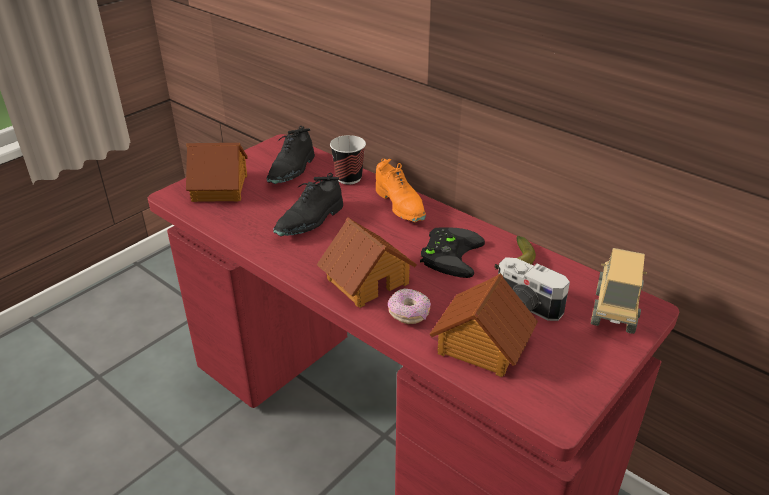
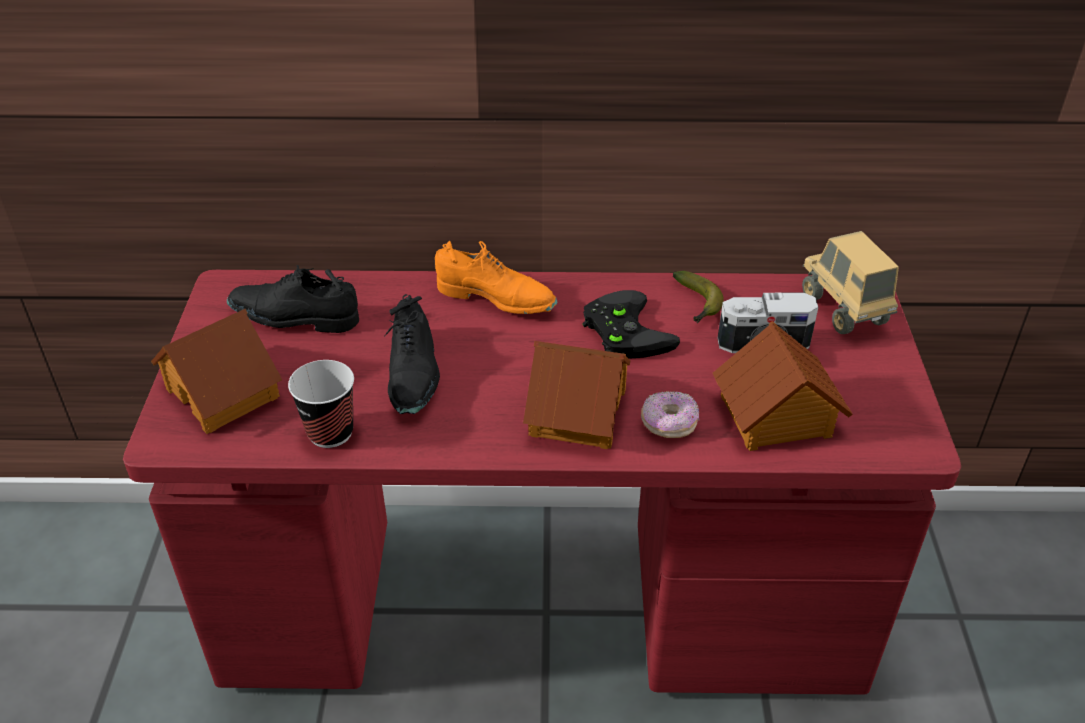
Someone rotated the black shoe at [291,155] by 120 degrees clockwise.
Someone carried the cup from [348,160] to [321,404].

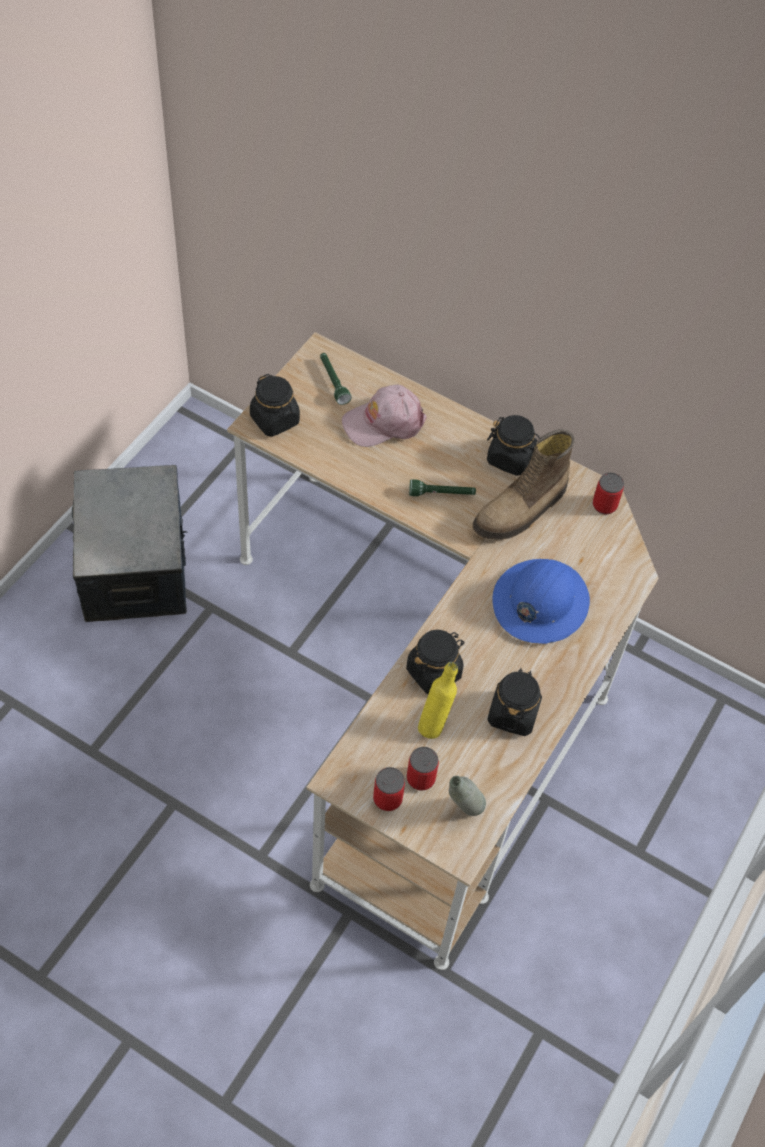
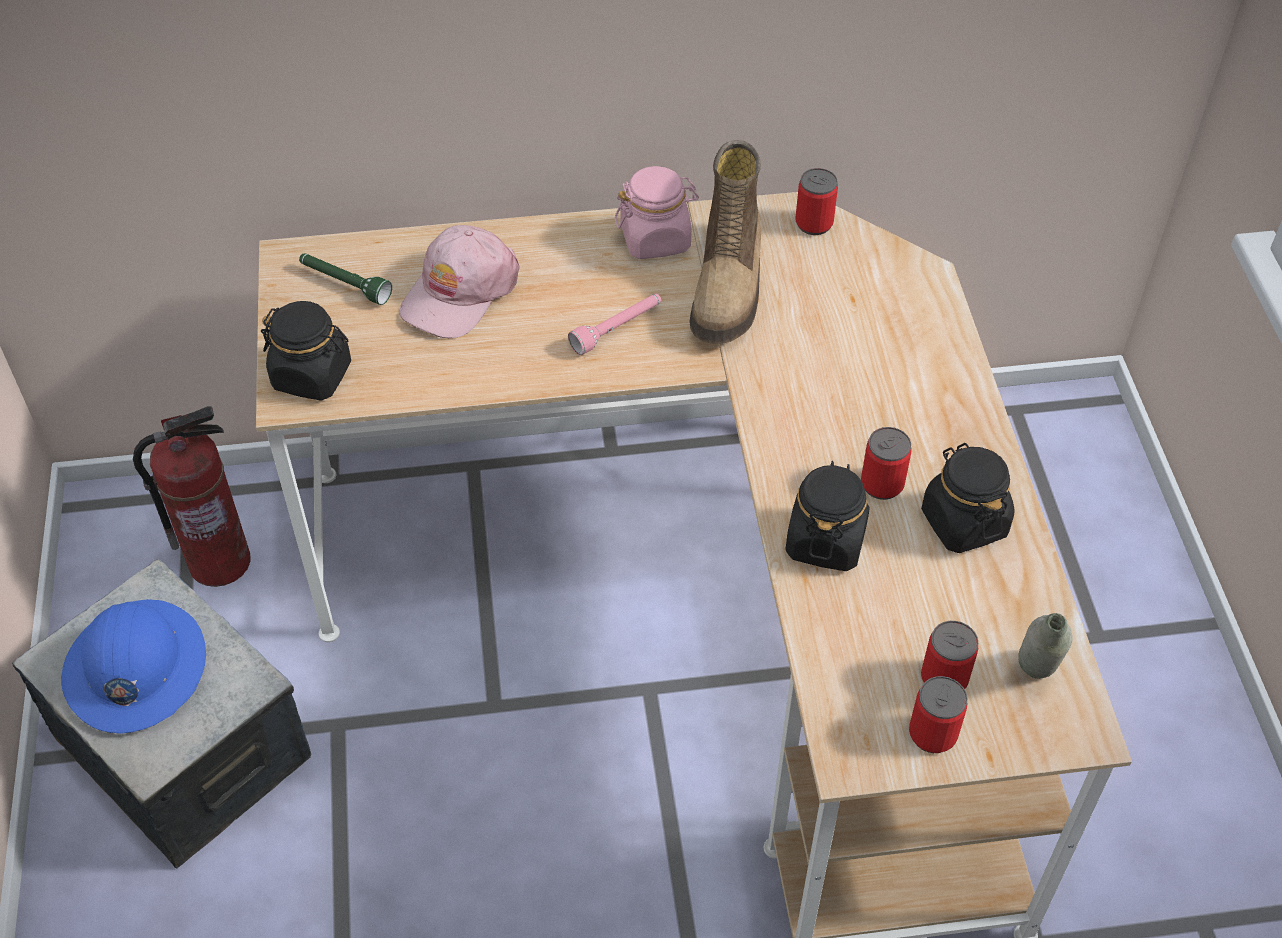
Someone carried the blue hard hat from [541,601] to [133,666].
Someone put down the fire extinguisher at [191,496].
Someone repainted the green flashlight at [442,487], which became the pink flashlight at [614,324].
Someone repainted the black jar at [513,445], which became the pink jar at [657,212].
Someone put down the can at [886,463].
Someone took away the yellow bottle at [438,700].

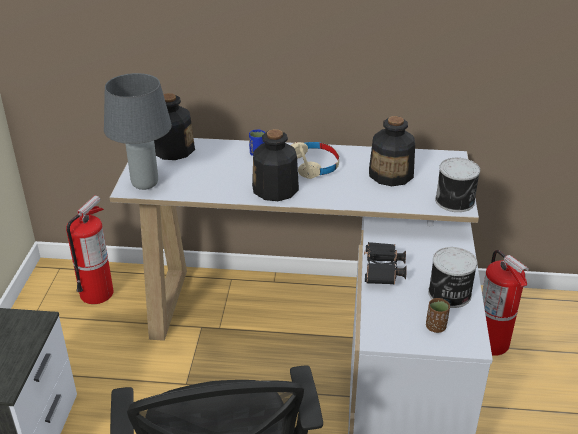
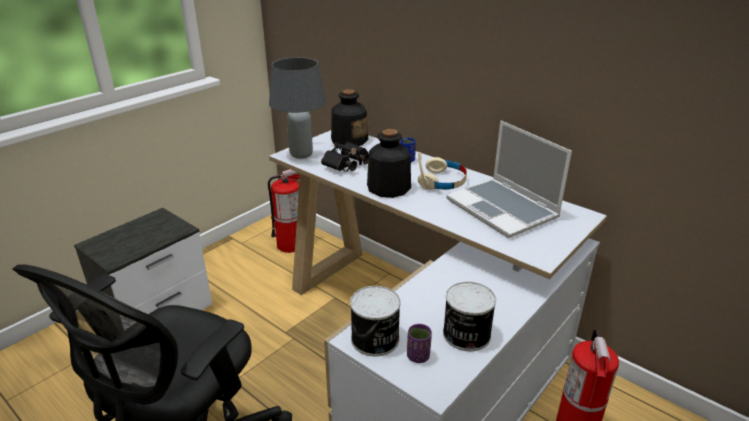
Someone carried the black binoculars from [385,263] to [345,156].
Someone carried the can from [457,185] to [375,321].
Someone repainted the brown cup at [438,315], which became the purple cup at [419,343].
Someone swapped the bottle at [392,151] for the laptop at [509,179].

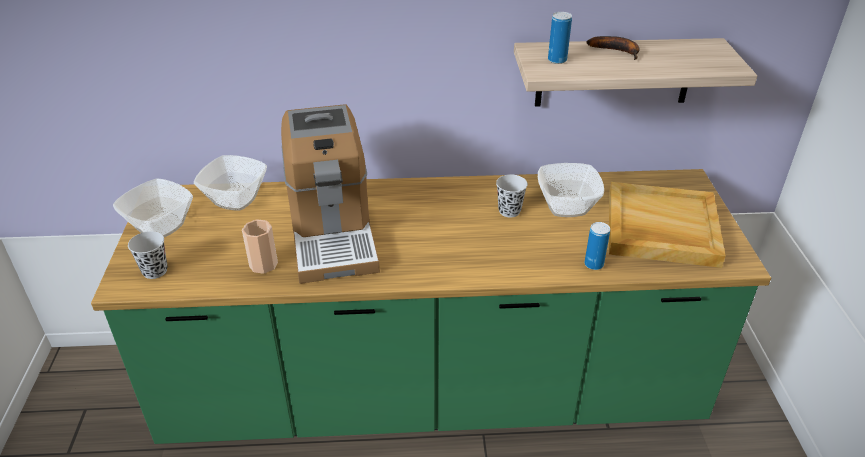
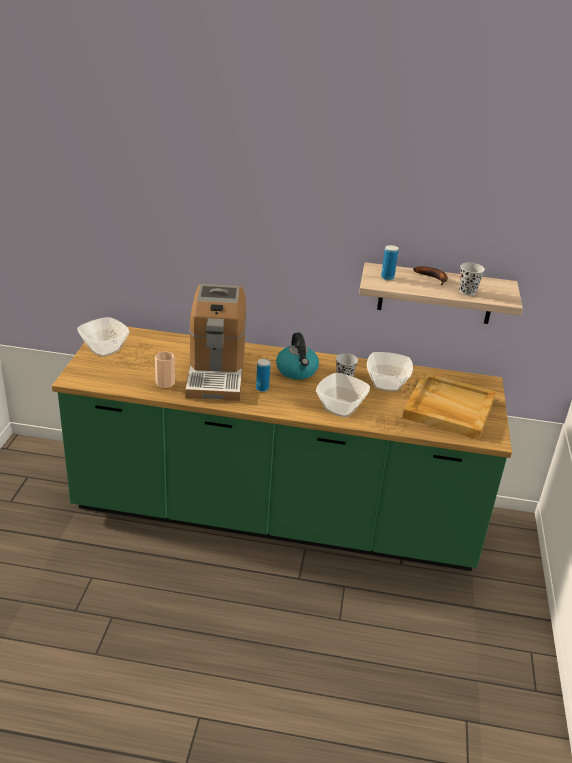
Someone carried the can from [597,246] to [263,375].
Someone put down the kettle at [297,356].
Someone carried the bowl from [230,183] to [343,395].
Someone carried the black cup from [148,255] to [472,279].

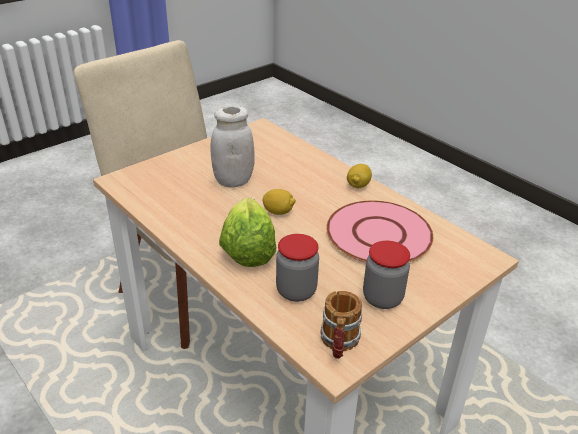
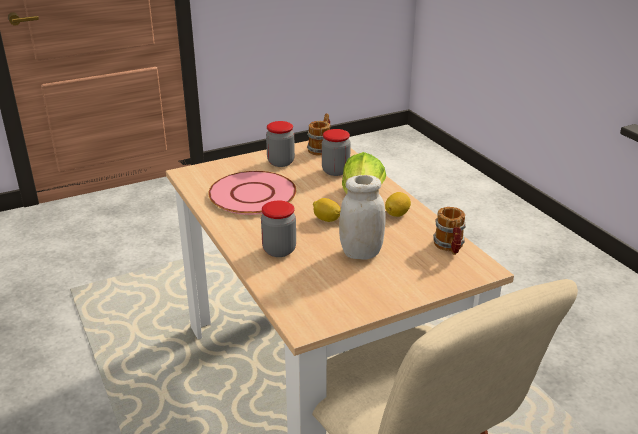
Someone put down the jar at [278,229].
Someone carried the lemon from [359,176] to [398,204].
Someone put down the mug at [449,231].

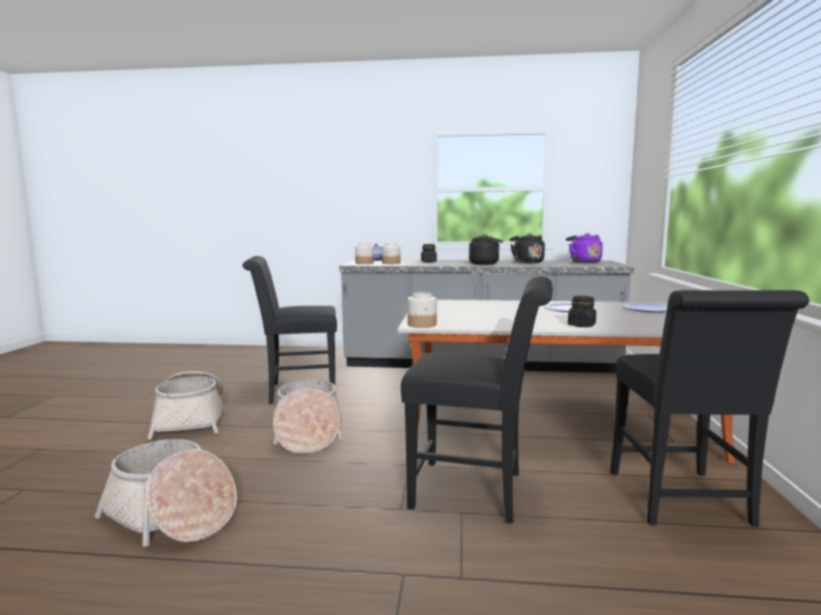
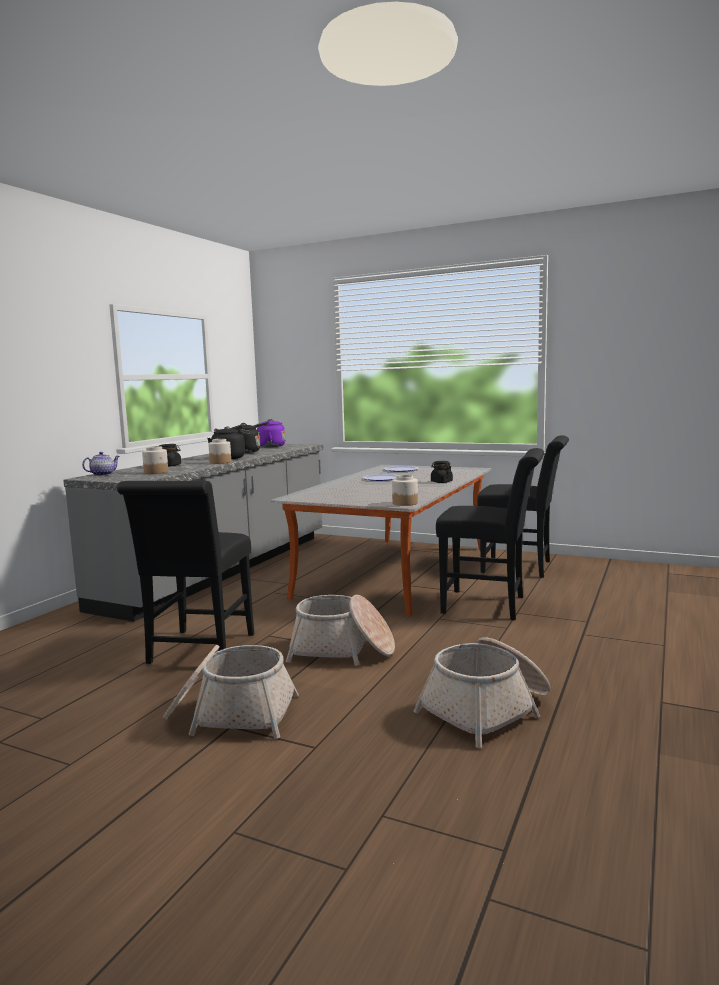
Someone carried the jar from [364,253] to [219,451].
Someone rotated the black chair at [477,400] by 75 degrees clockwise.

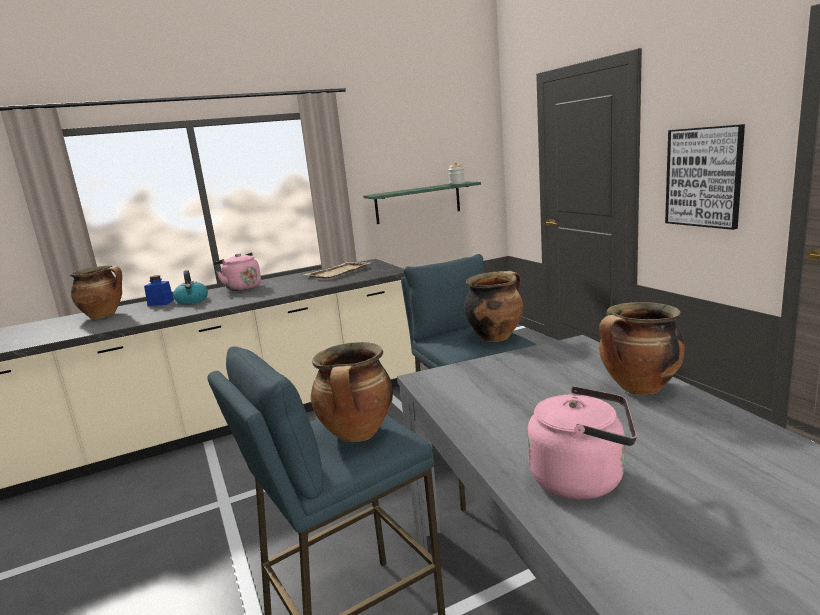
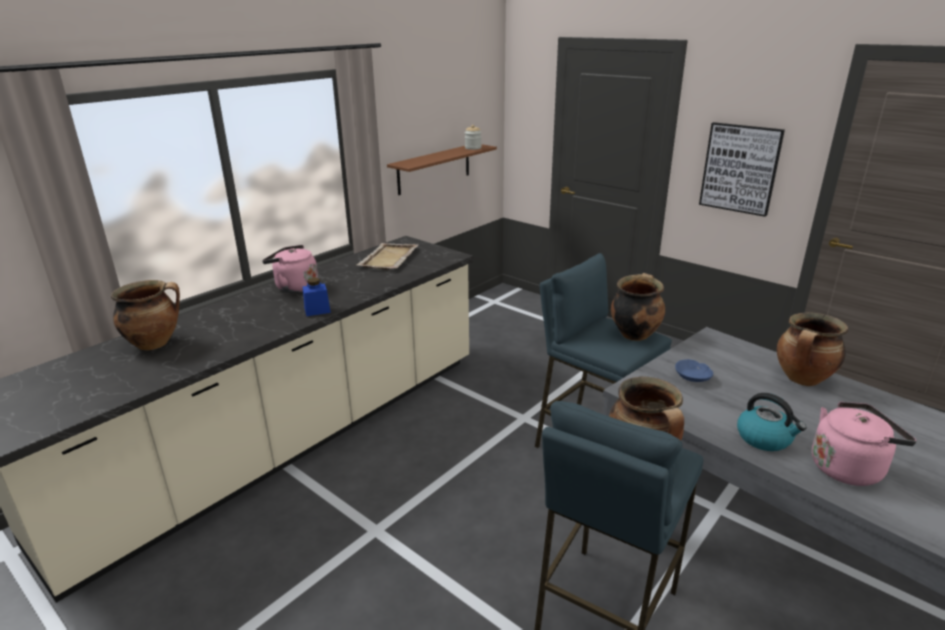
Someone carried the blue jar from [159,290] to [316,297].
Someone repainted the green shelf at [422,203], which became the brown shelf at [442,169].
Someone put down the blue bowl at [694,370].
Someone carried the kettle from [190,287] to [771,422].

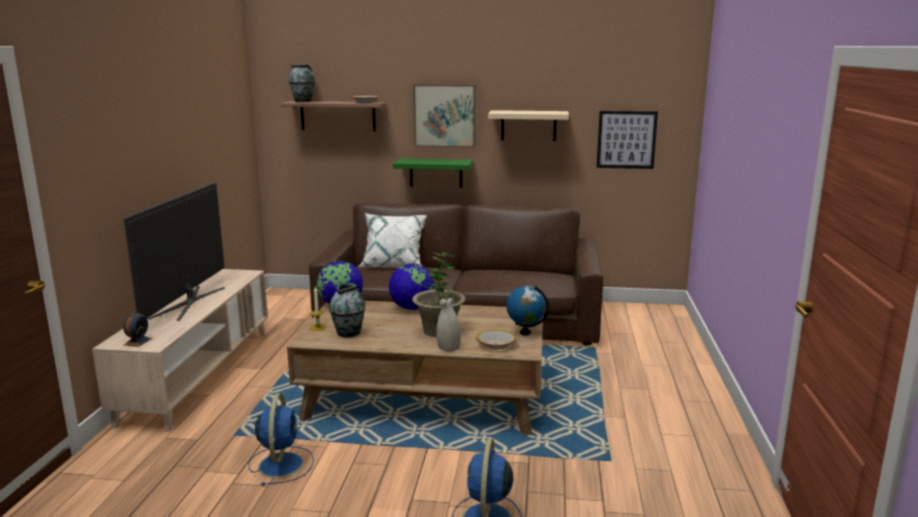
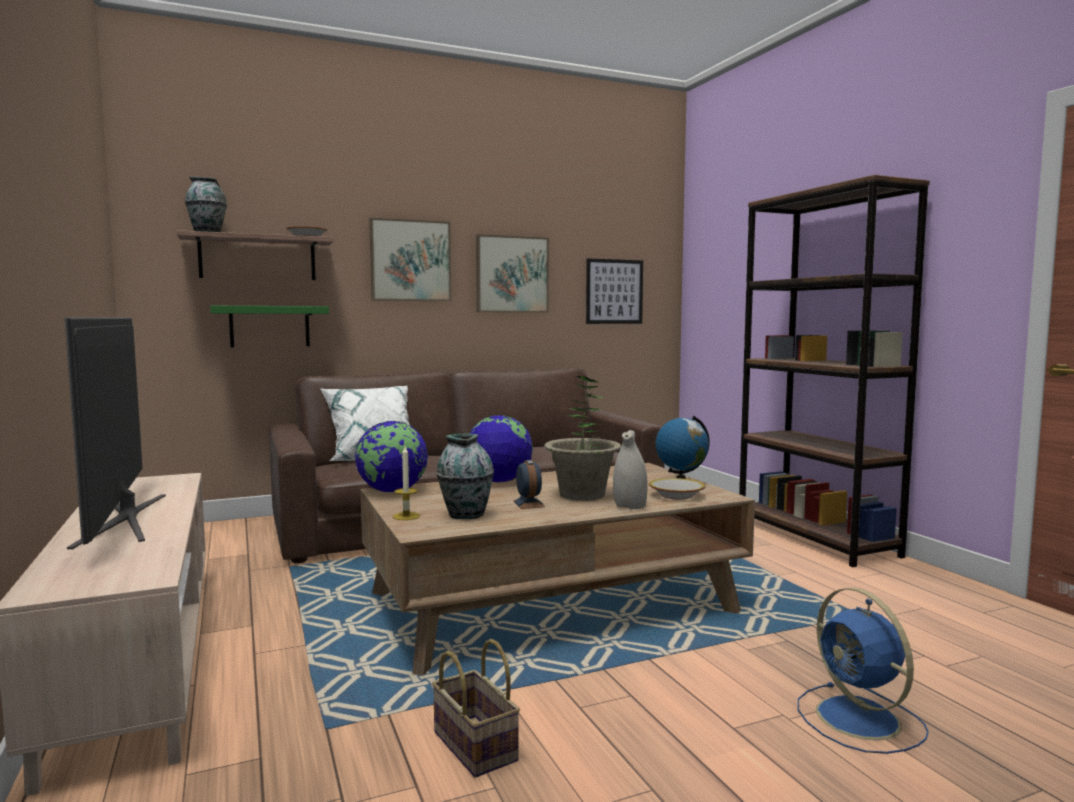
Someone carried the green shelf from [433,173] to [269,326].
Someone swapped the blue fan at [281,439] for the basket at [476,708].
Someone swapped the beige shelf at [528,125] for the picture at [512,273].
Someone carried the alarm clock from [137,329] to [529,484].
Someone put down the brown bookcase at [834,371].

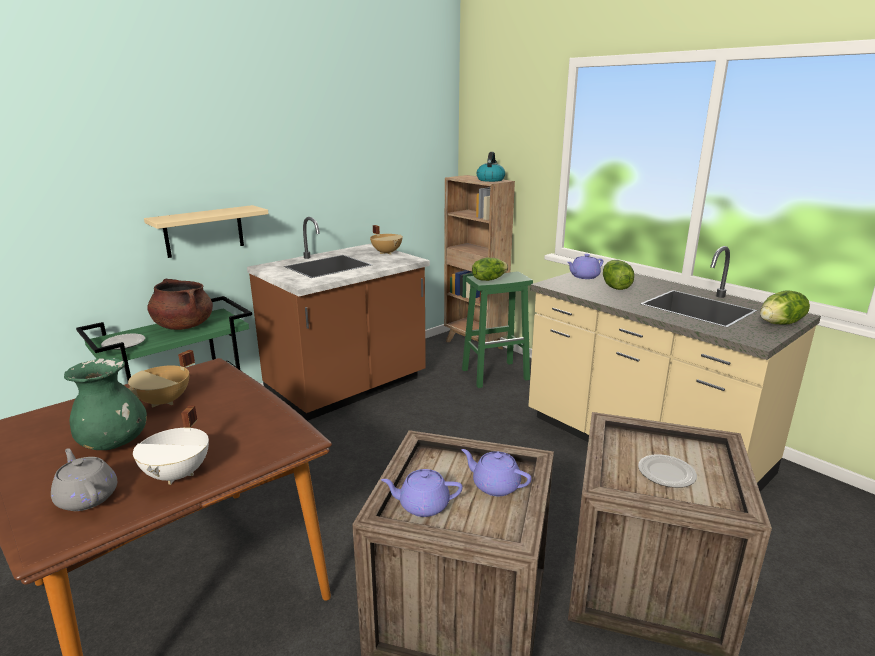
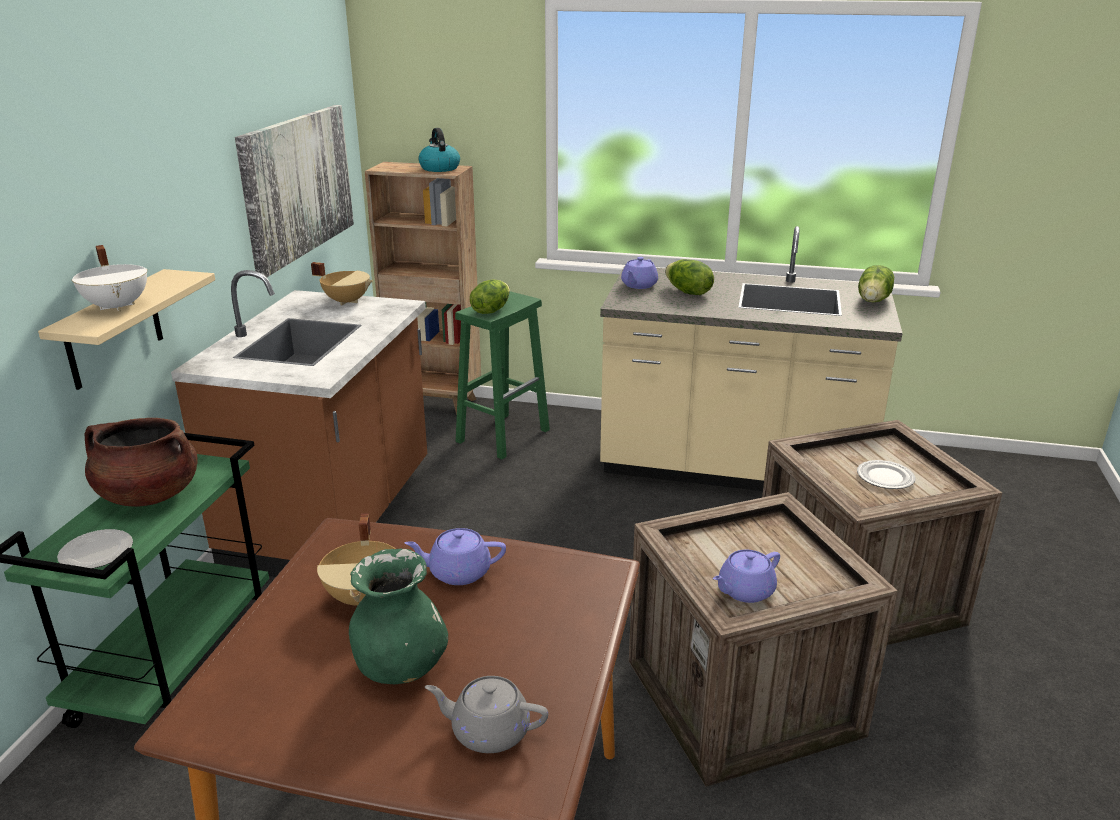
Someone carried the white cooking pot from [171,445] to [109,278].
Someone put up the picture at [294,191].
Someone carried the purple teapot from [496,472] to [455,556].

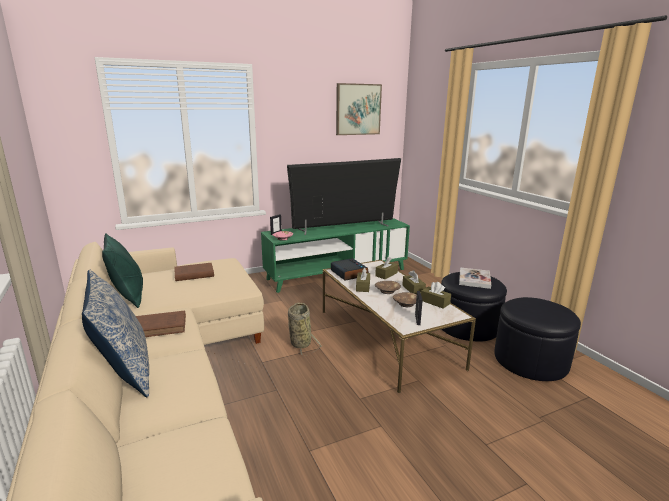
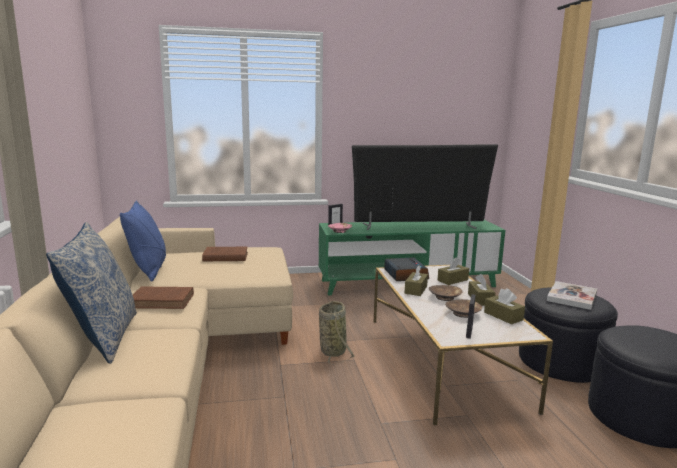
Someone repainted the green pillow at [122,270], which became the blue pillow at [143,241].
Someone took away the picture at [359,109].

